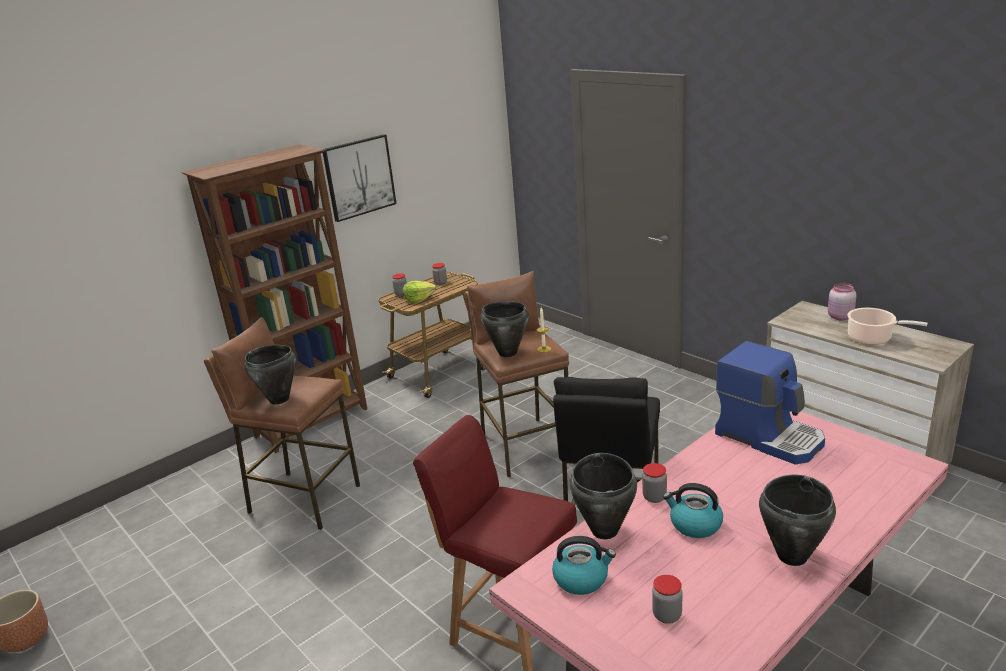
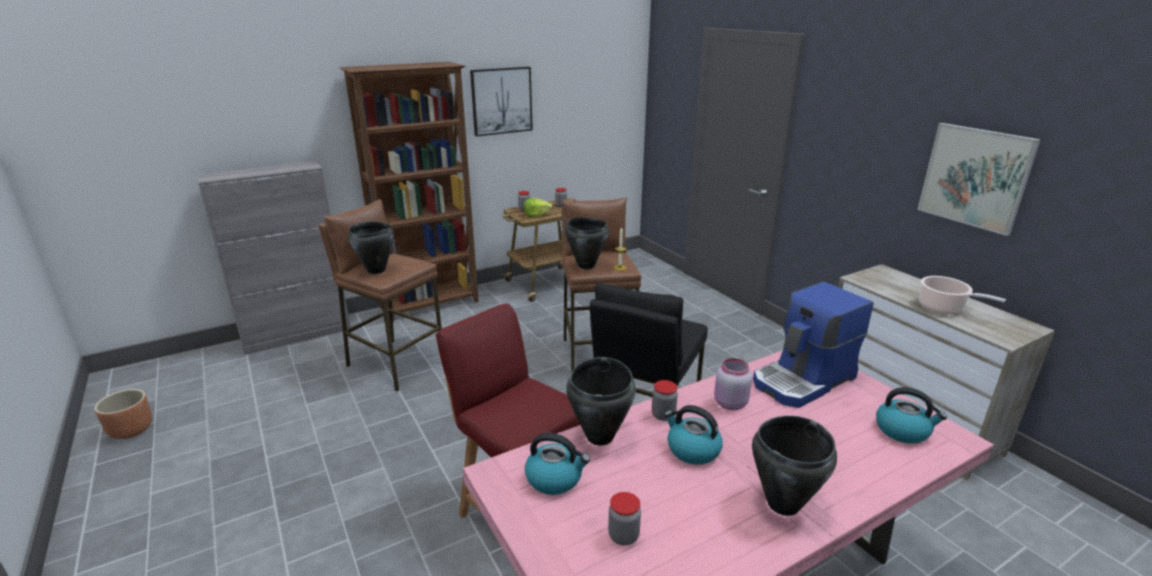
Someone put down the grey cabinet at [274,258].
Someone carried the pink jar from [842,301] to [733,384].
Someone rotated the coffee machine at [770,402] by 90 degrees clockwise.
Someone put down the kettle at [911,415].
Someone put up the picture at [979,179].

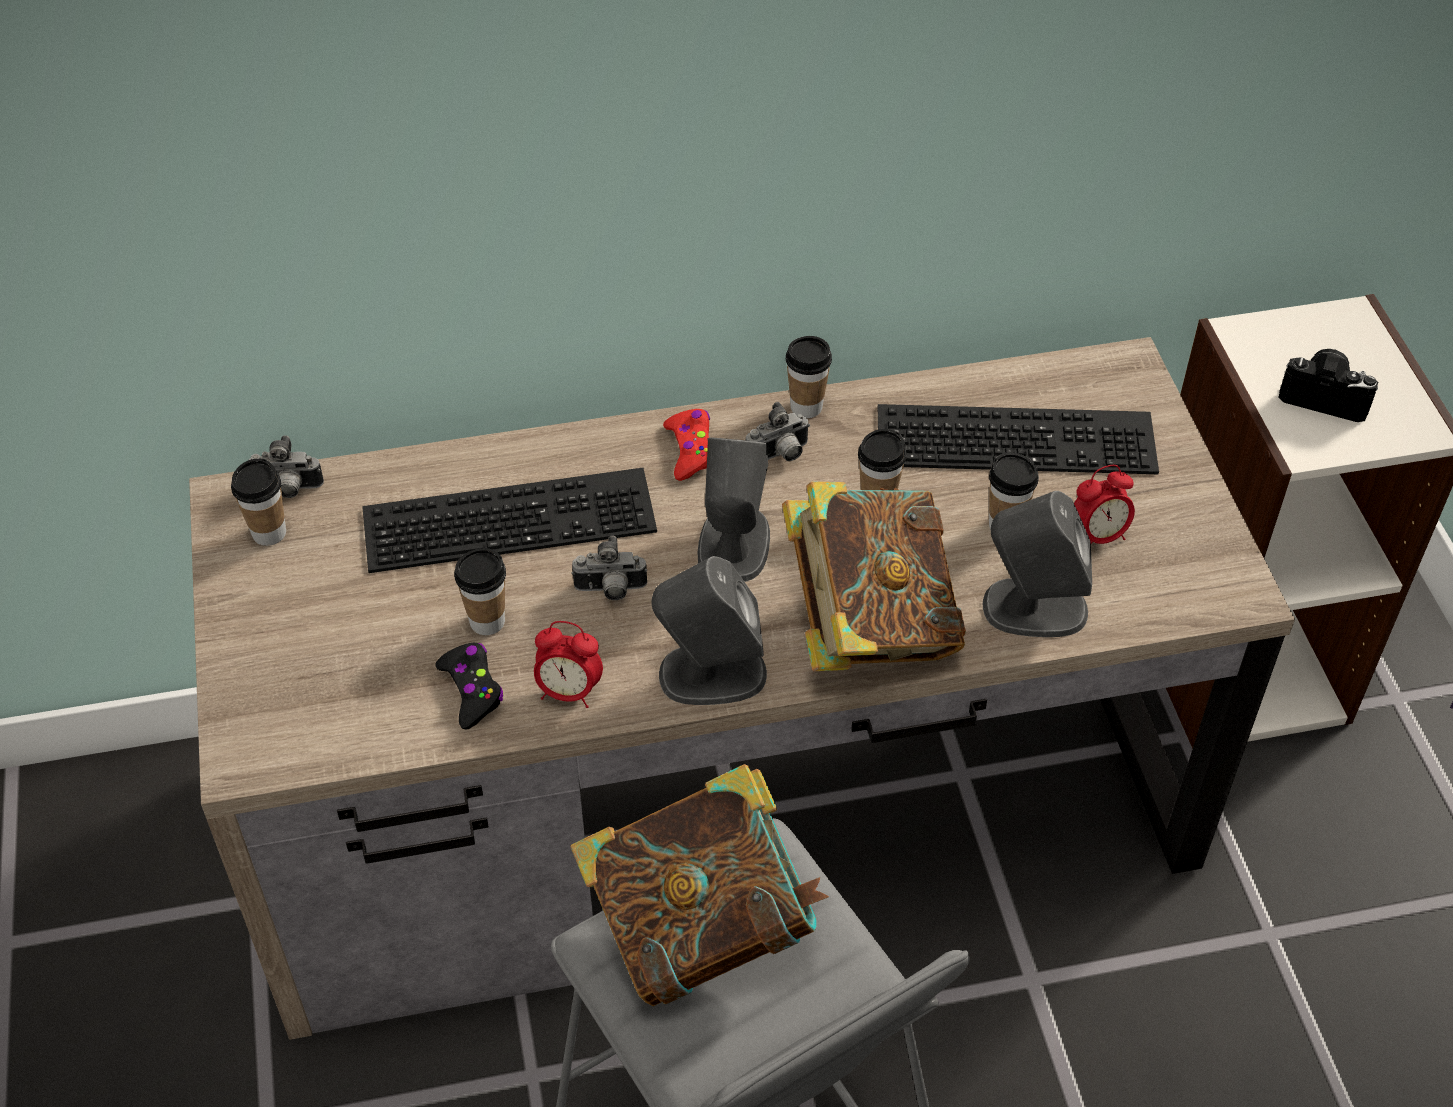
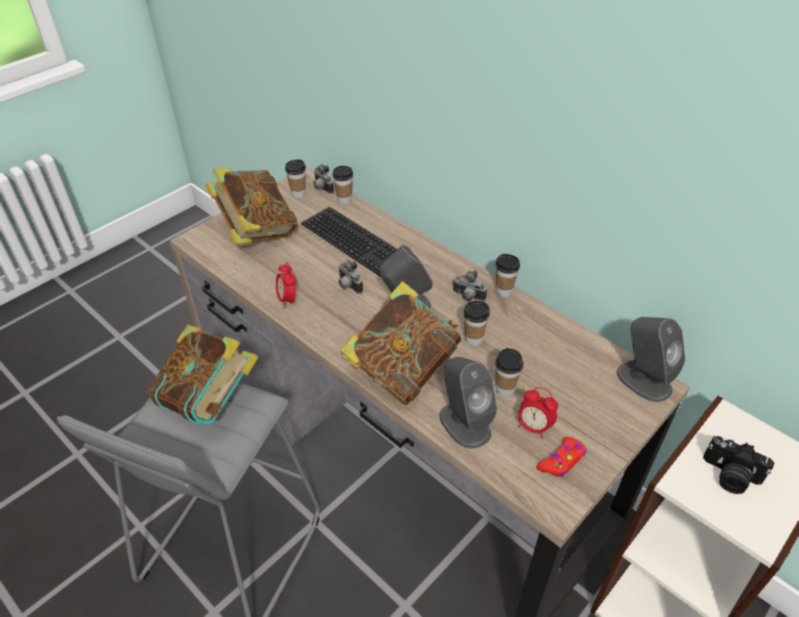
Someone put down the book at [251,207].
Someone carried the cup from [480,591] to [343,185].
Someone carried the red game controller from [686,445] to [561,457].
Someone carried the grey speaker from [709,630] to [651,359].
Someone rotated the photo camera at [1328,385] by 135 degrees clockwise.
Someone took away the black game controller at [469,686].
Someone took away the keyboard at [1018,439].

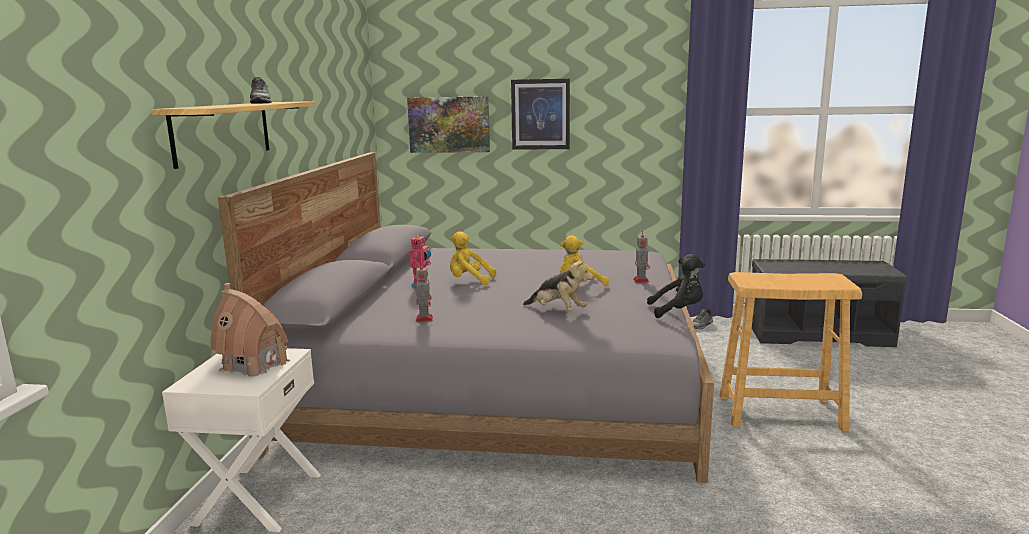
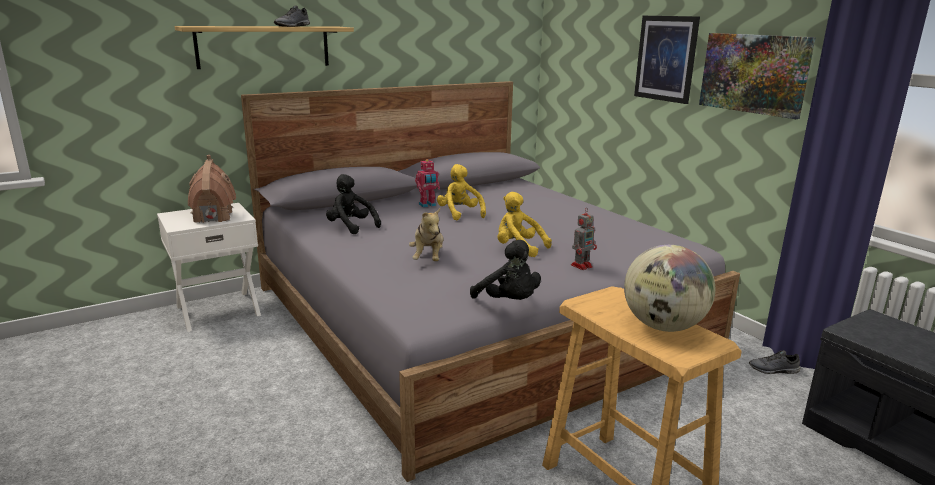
Someone swapped the toy robot at [424,292] for the black plush toy at [353,204].
Someone put down the globe at [669,288].
Someone carried the picture from [448,124] to [757,76].

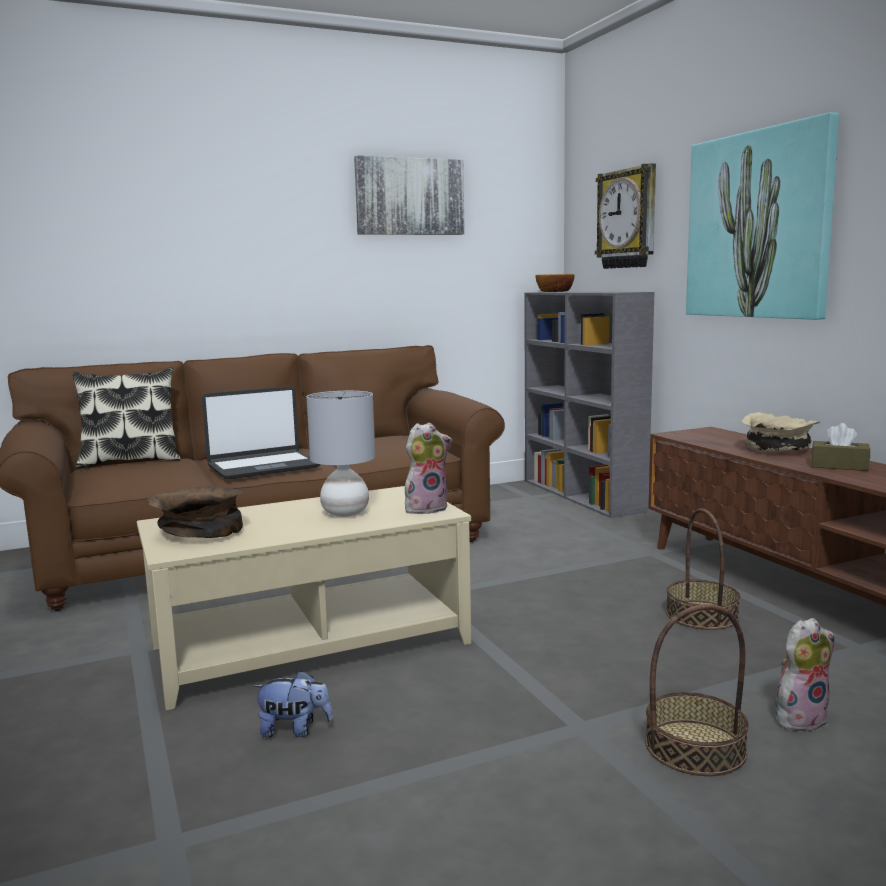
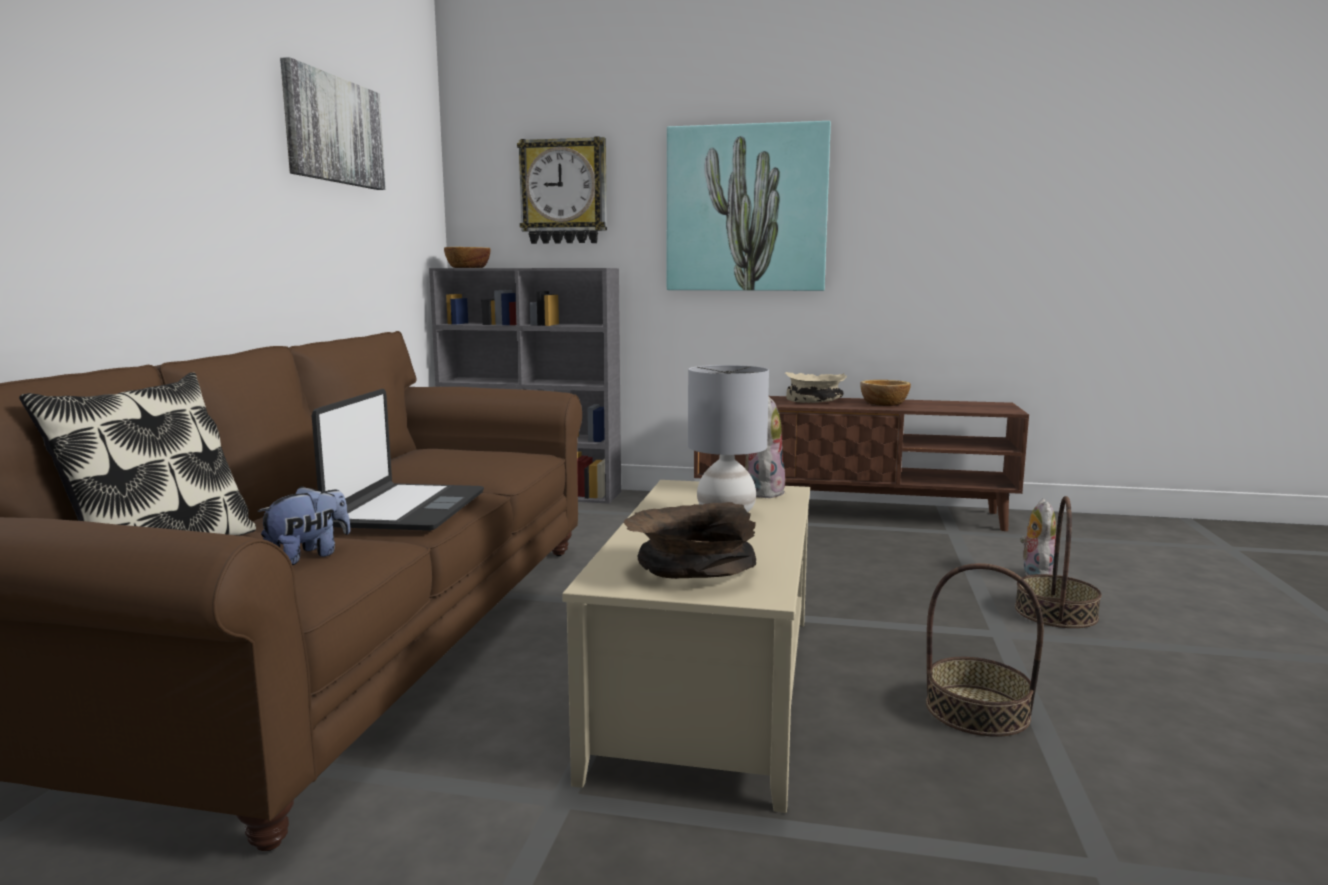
Someone carried the plush toy from [293,704] to [304,525].
Someone swapped the brown tissue box at [841,447] for the bowl at [885,393].
Someone carried the basket from [703,569] to [985,650].

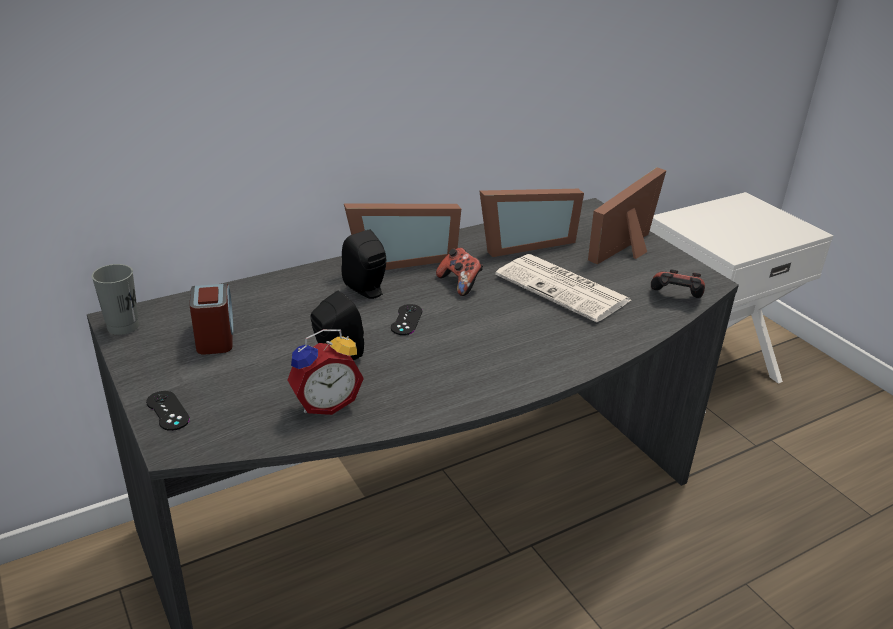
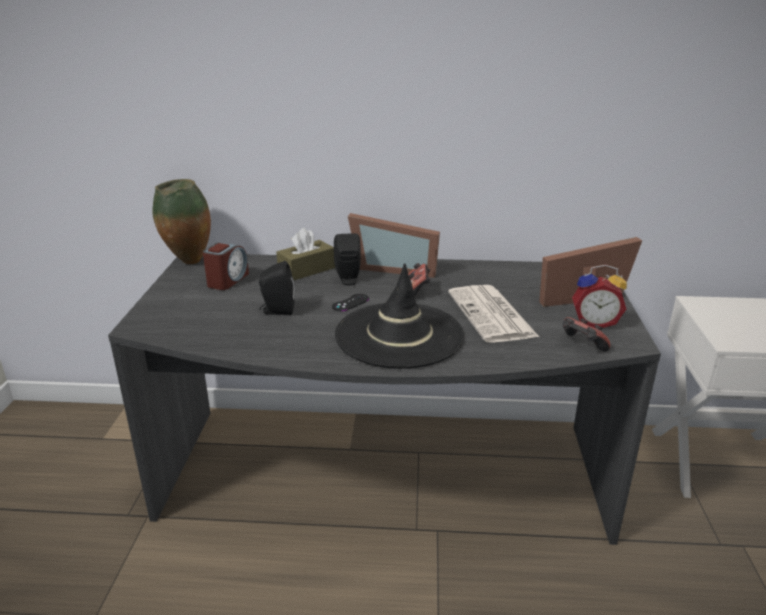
Someone swapped the grey cup at [115,299] for the vase at [181,221].
Someone put down the brown tissue box at [305,254].
Someone put down the black hat at [399,316].
Someone carried the alarm clock from [325,372] to [599,296].
Someone took away the black game controller at [168,411].
Someone took away the picture frame at [531,223].

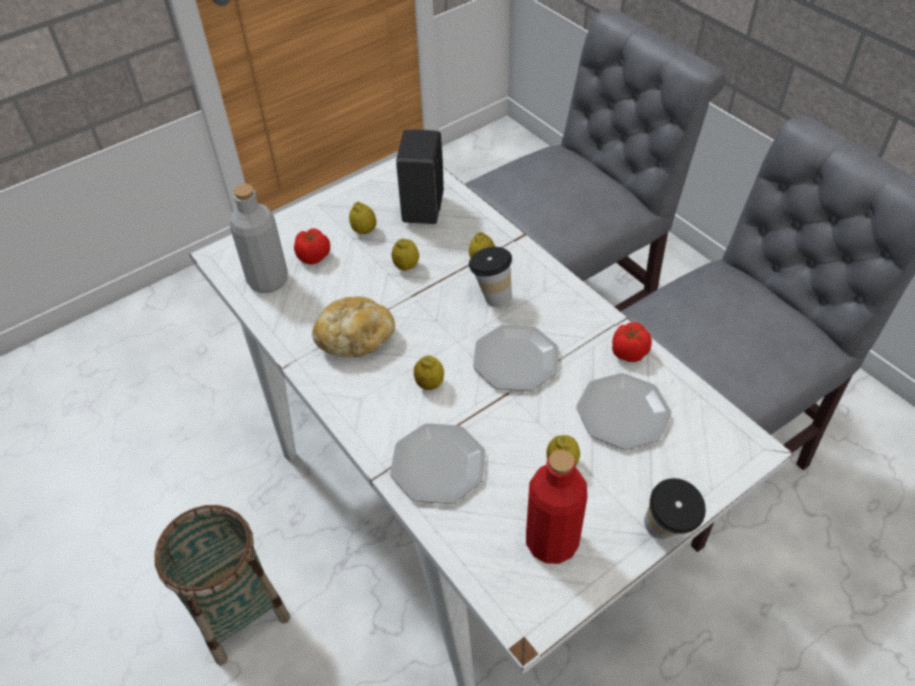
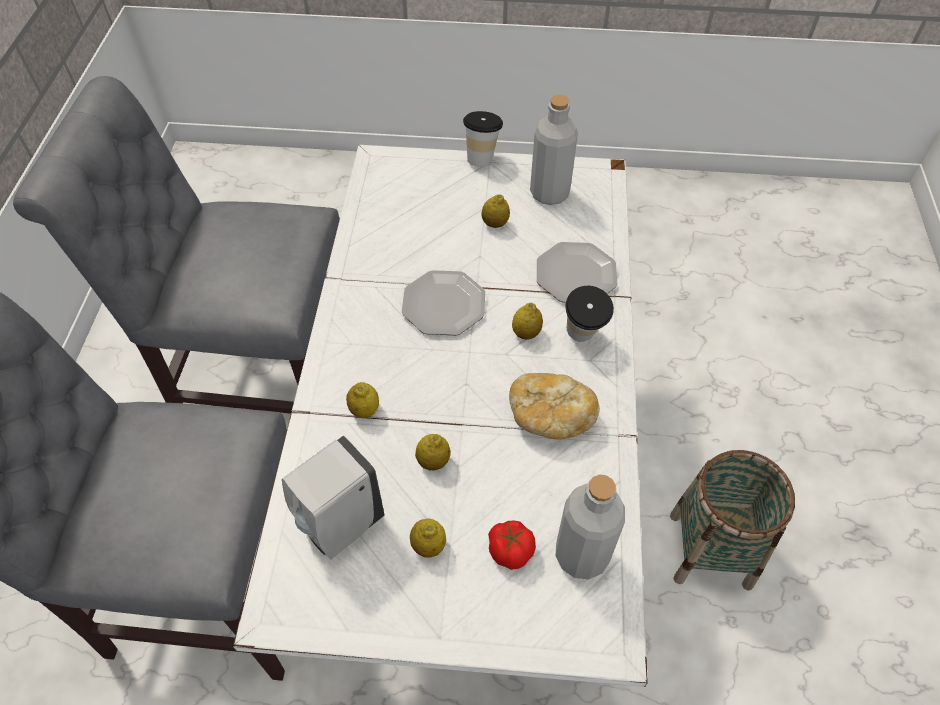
Someone repainted the black soap dispenser at [420,177], which became the white soap dispenser at [333,498].
Someone repainted the red bottle at [556,507], which became the grey bottle at [554,149].
Someone carried the cup from [490,277] to [589,314].
Someone took away the plate at [624,411].
Someone took away the tomato at [632,342].

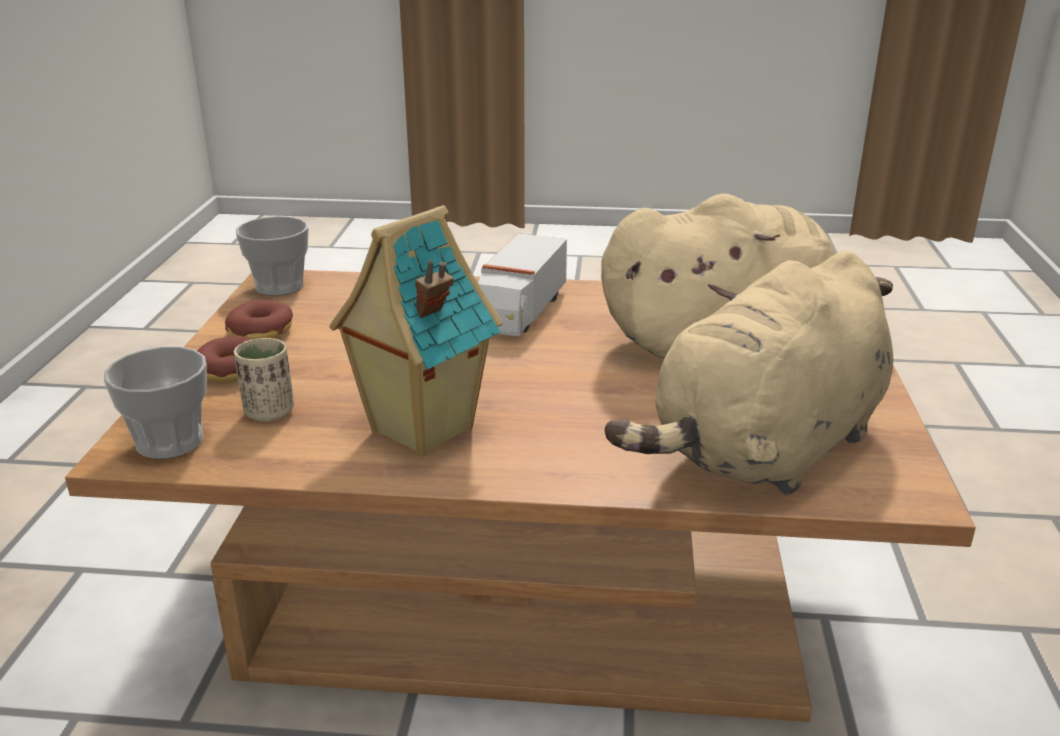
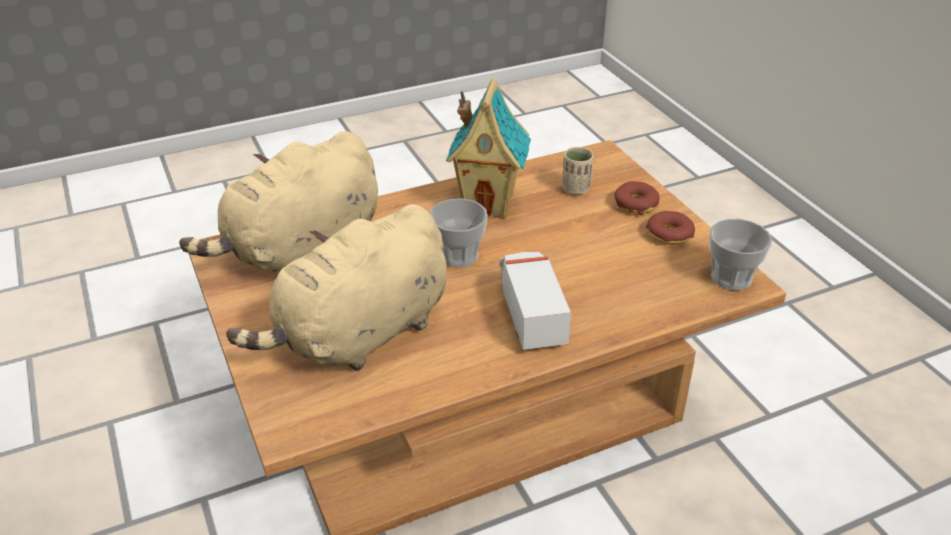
Someone rotated the beige plush toy at [749,373] by 150 degrees counterclockwise.
Someone carried the cup from [155,403] to [459,233].

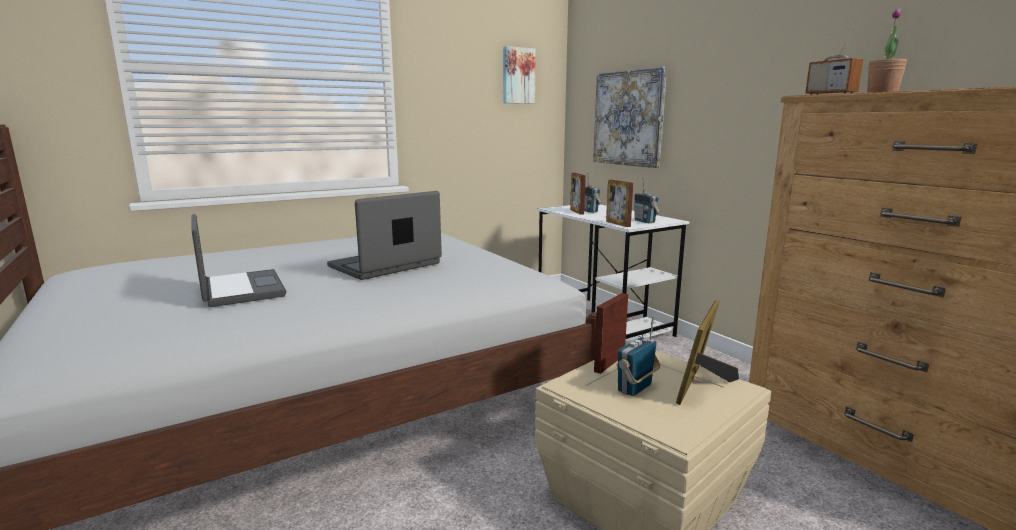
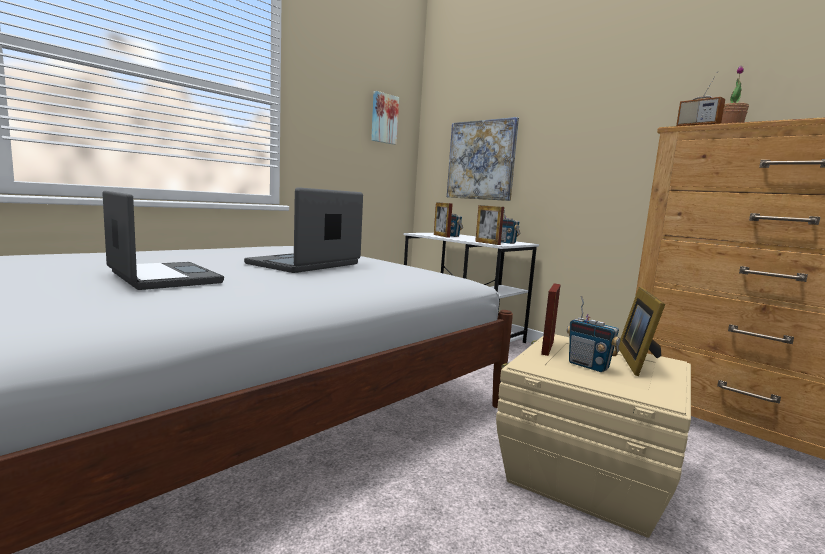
Someone rotated the radio at [638,356] by 75 degrees counterclockwise.

